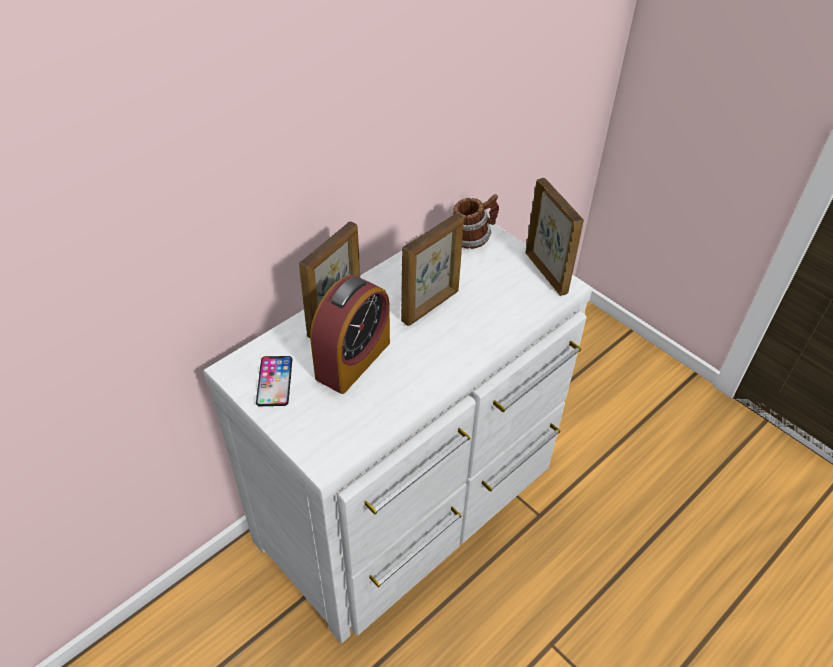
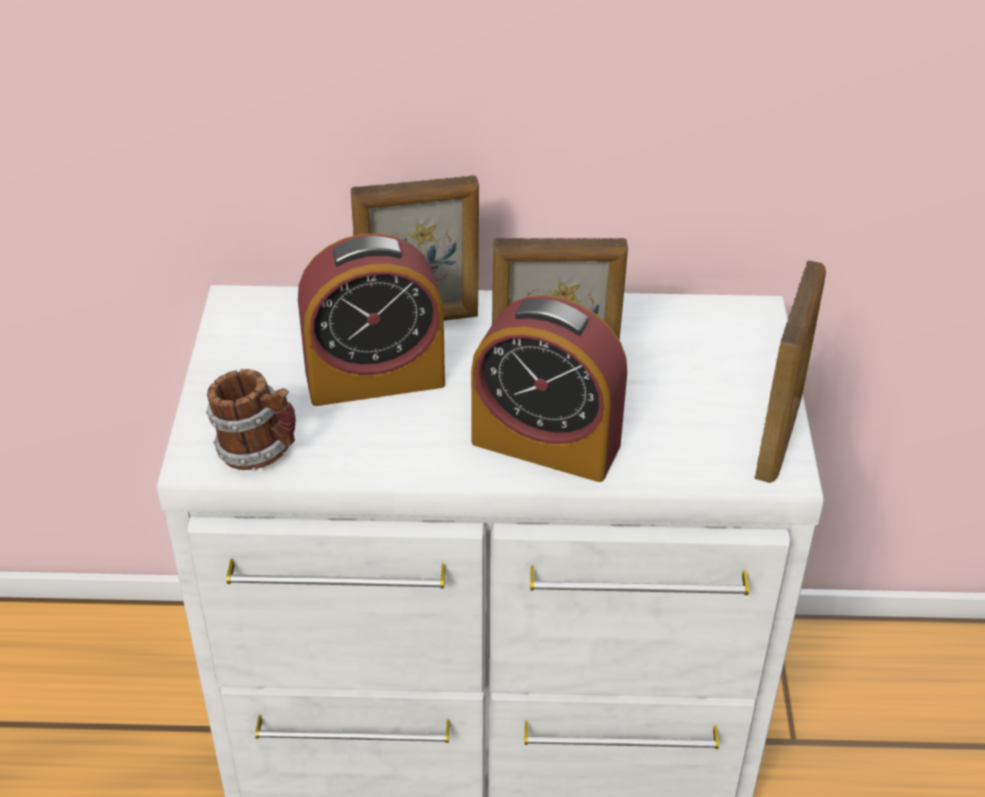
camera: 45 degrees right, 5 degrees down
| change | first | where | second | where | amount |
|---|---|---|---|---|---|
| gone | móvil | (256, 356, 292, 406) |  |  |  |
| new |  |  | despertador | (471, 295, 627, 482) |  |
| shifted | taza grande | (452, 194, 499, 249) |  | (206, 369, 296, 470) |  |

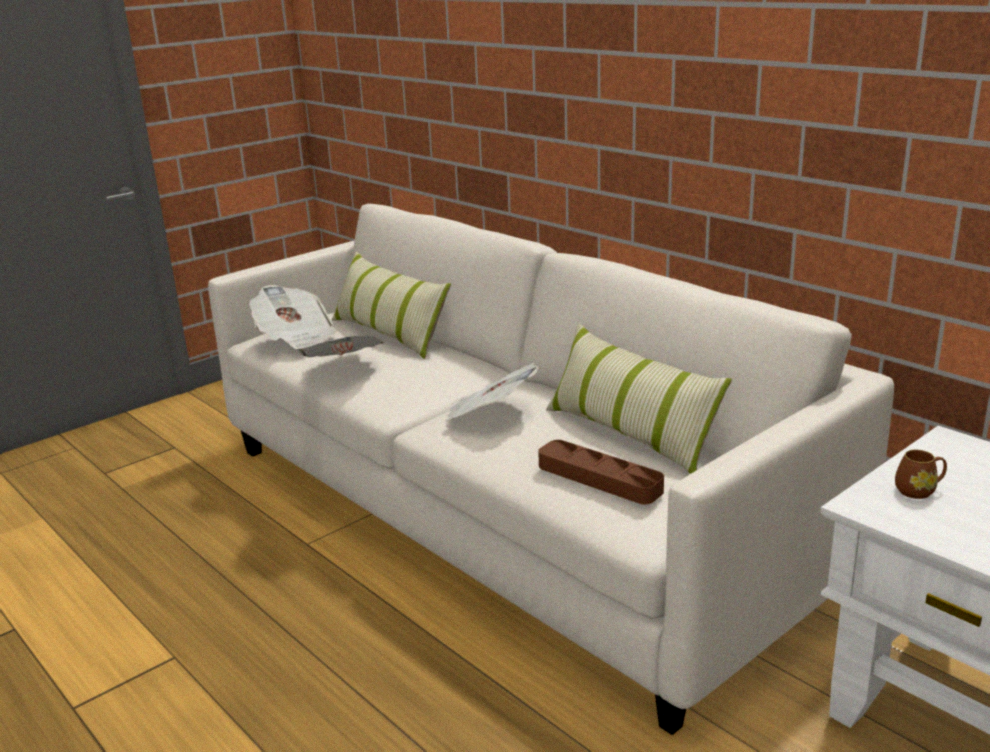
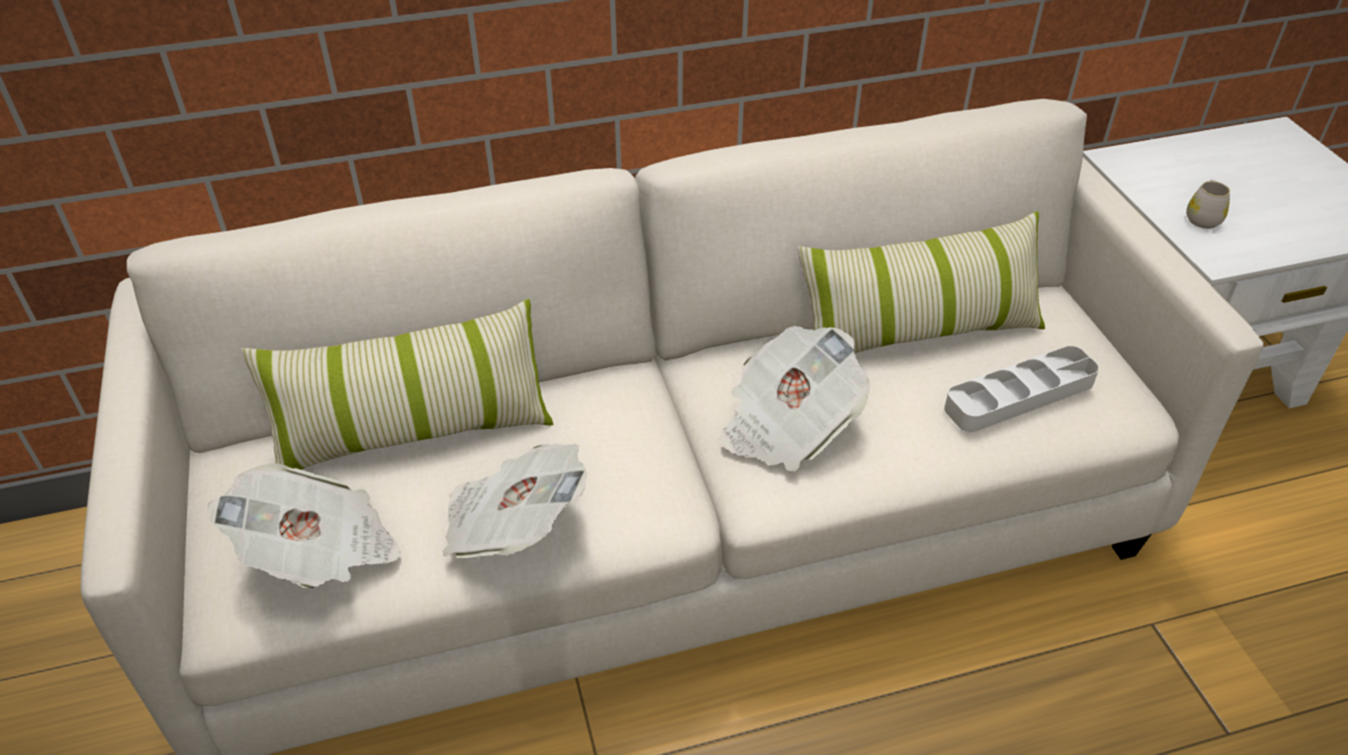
camera: 65 degrees left, 20 degrees up
| change | first | where | second | where | amount |
|---|---|---|---|---|---|
| repainted | bandeja [marrón] | (538, 440, 664, 504) | bandeja [gris] | (944, 346, 1099, 432) |  |
| repainted | taza grande [marrón] | (895, 450, 947, 499) | taza grande [blanco] | (1186, 180, 1230, 229) |  |

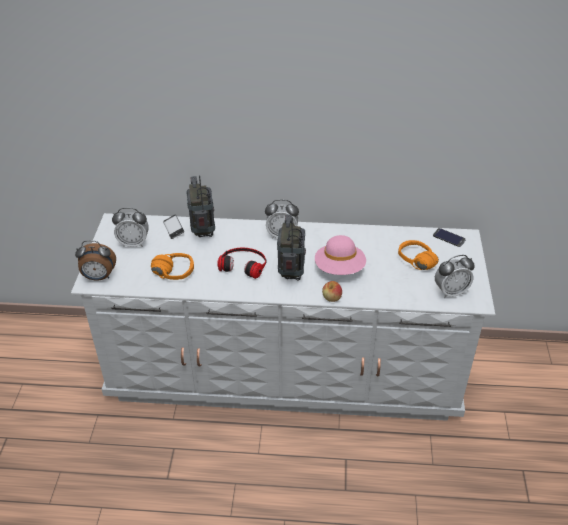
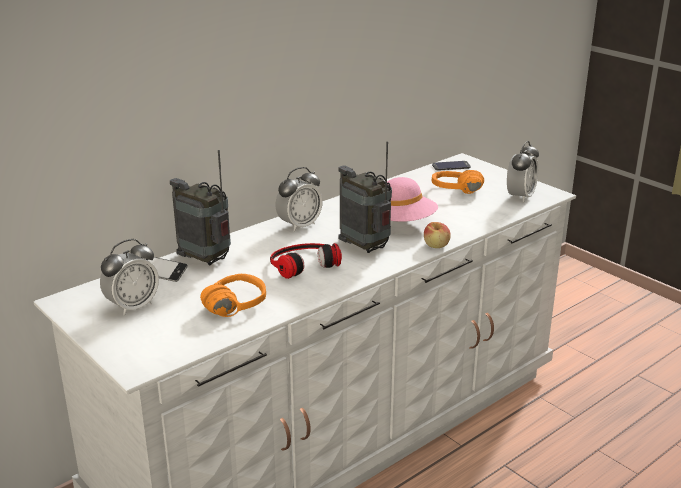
camera: 45 degrees left, 15 degrees down
| change | first | where | second | where | amount |
|---|---|---|---|---|---|
| gone | despertador | (75, 240, 116, 281) |  |  |  |

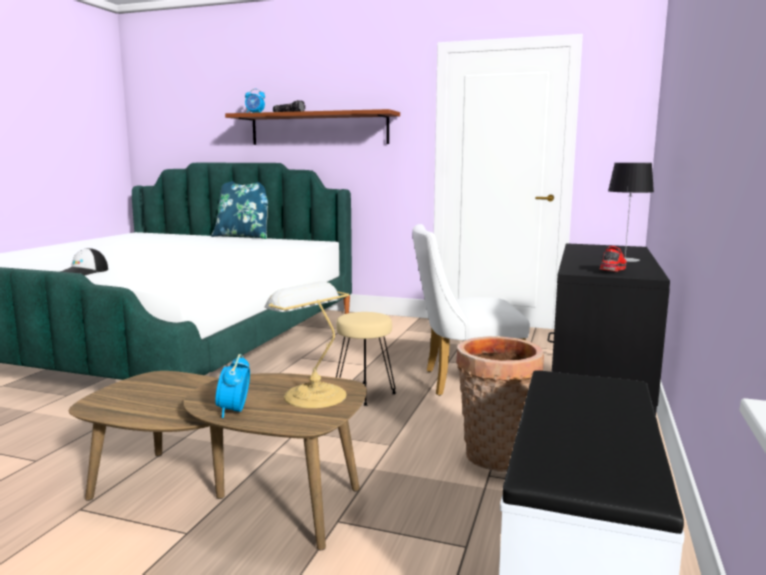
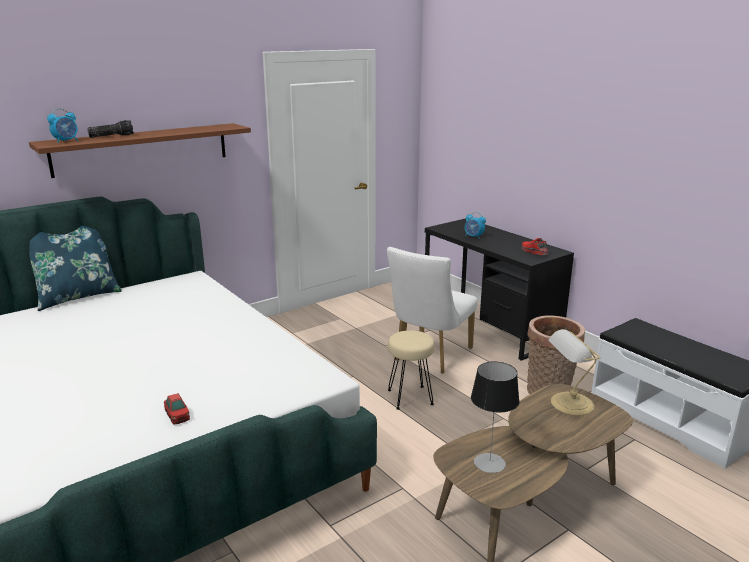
camera: 55 degrees left, 10 degrees up
| change | first | where | second | where | amount |
|---|---|---|---|---|---|
| shifted | despertador | (215, 354, 250, 418) |  | (465, 212, 486, 239) |  |
| shifted | lámpara de mesa | (608, 163, 654, 262) |  | (471, 362, 520, 473) |  |
| swapped | gorra | (60, 248, 108, 275) | coche de juguete | (164, 393, 190, 424) |  |

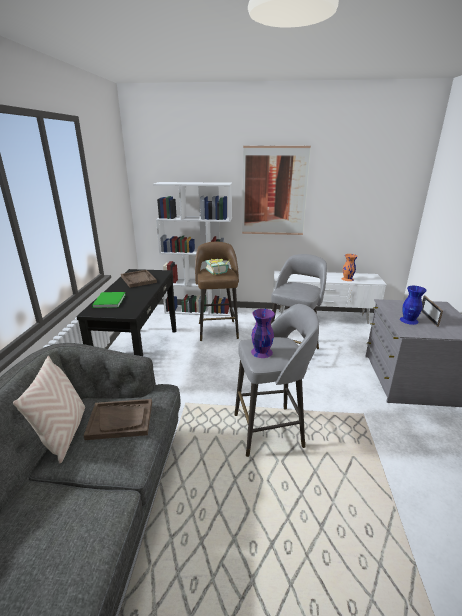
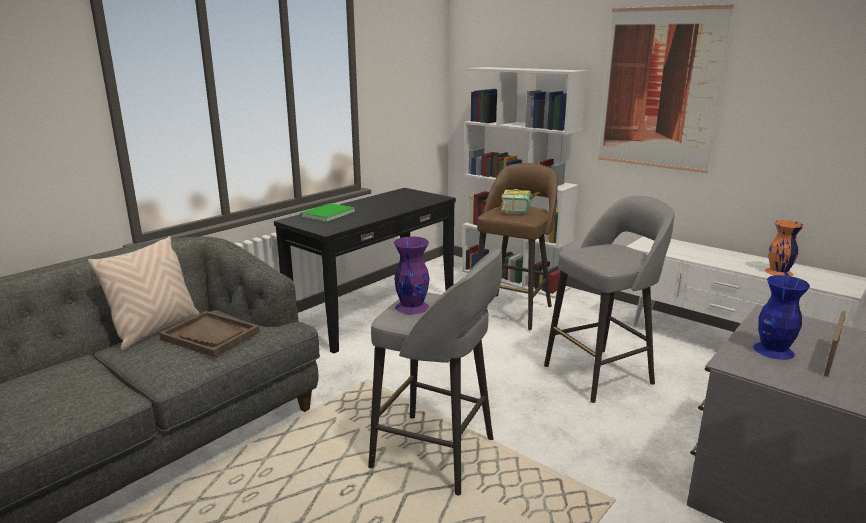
camera: 35 degrees right, 5 degrees down
| change | first | where | second | where | amount |
|---|---|---|---|---|---|
| gone | bandeja [marrón] | (121, 270, 157, 288) |  |  |  |

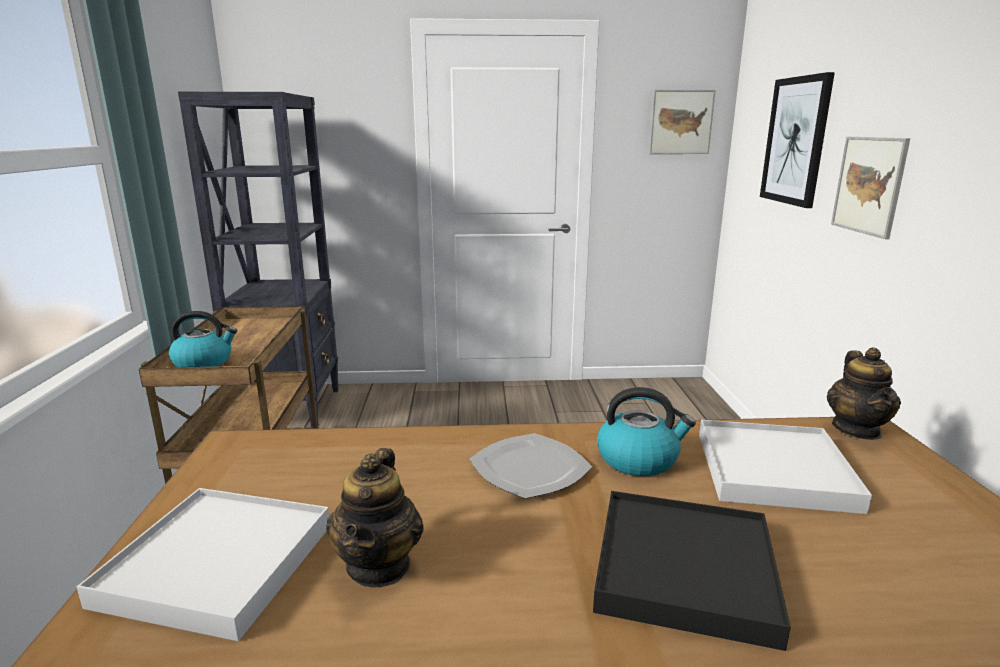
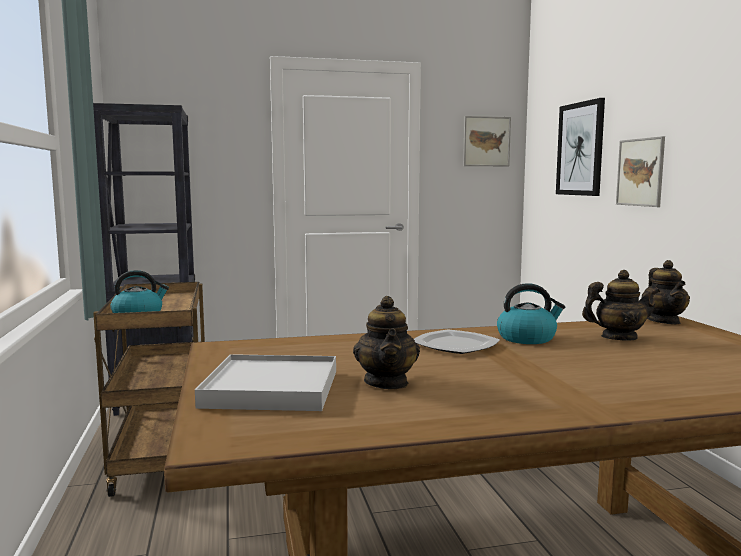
camera: 10 degrees left, 10 degrees down
| change | first | where | second | where | amount |
|---|---|---|---|---|---|
| gone | bandeja [negro] | (593, 491, 791, 651) |  |  |  |
| swapped | bandeja [blanco] | (699, 420, 872, 514) | tetera | (582, 270, 660, 341) |  |

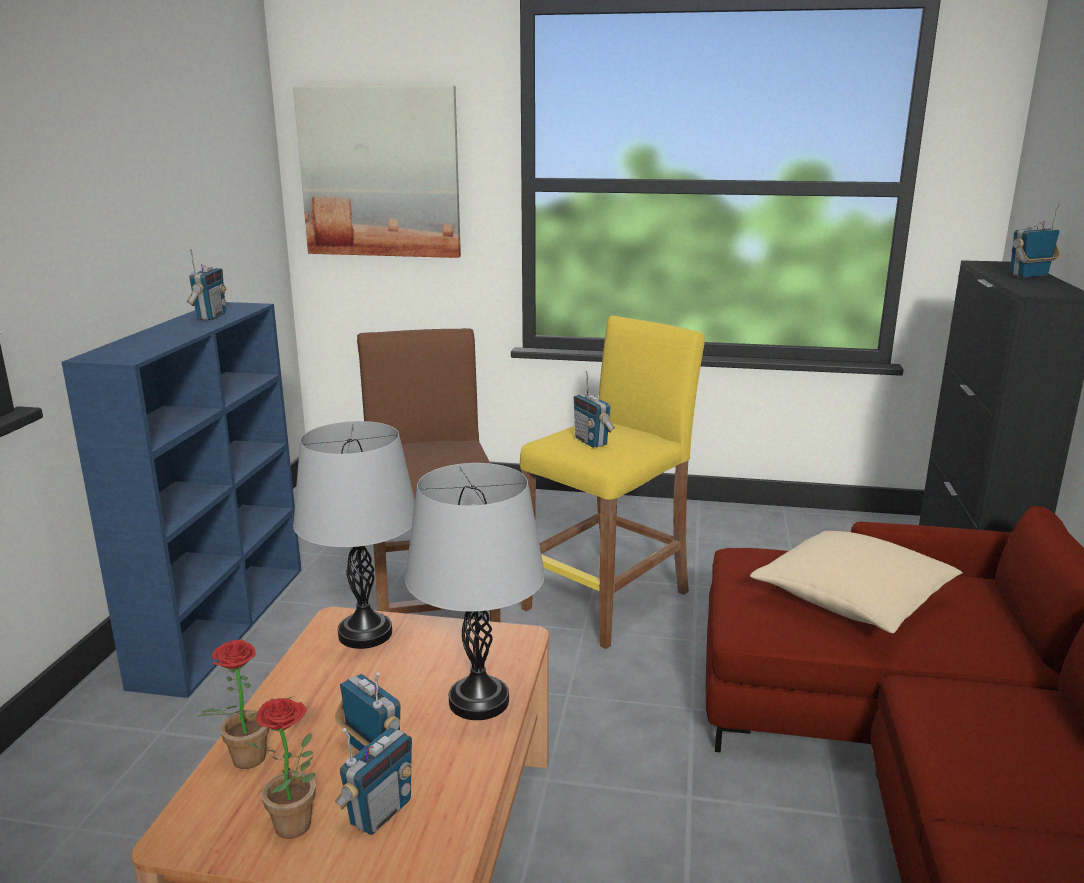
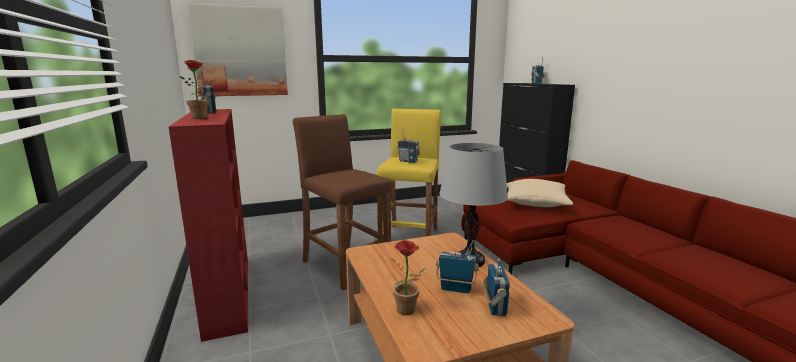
camera: 30 degrees left, 5 degrees down
| change | first | where | second | where | amount |
|---|---|---|---|---|---|
| gone | lámpara de mesa [gris] | (293, 421, 415, 649) |  |  |  |
| shifted | planta en maceta | (247, 698, 316, 839) |  | (180, 60, 213, 119) |  |
| repainted | estantería [azul] | (61, 302, 301, 698) | estantería [rojo] | (169, 109, 248, 342) |  |

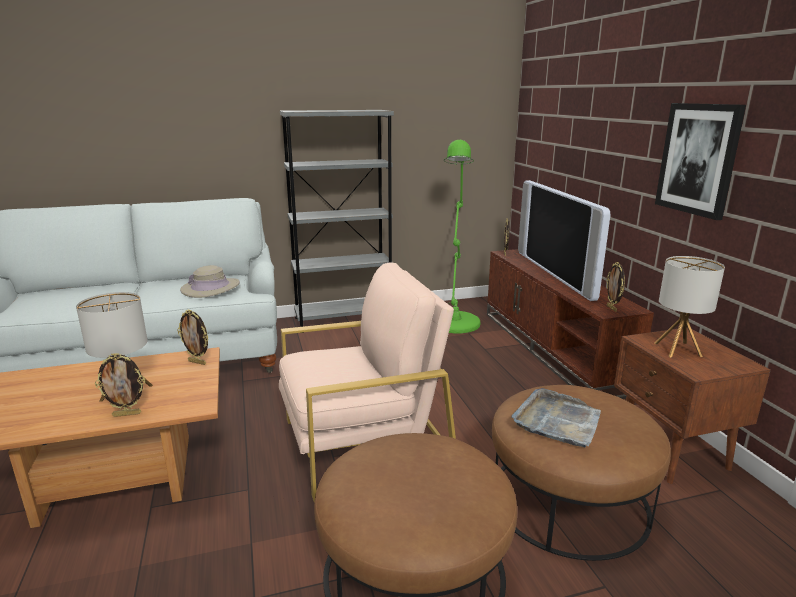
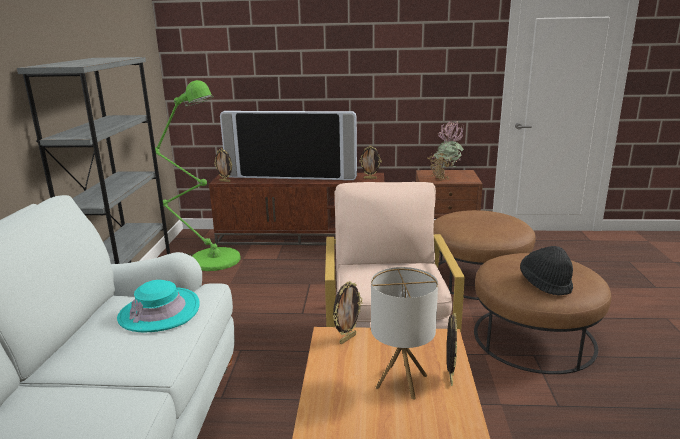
camera: 70 degrees left, 0 degrees up
| change | first | where | second | where | amount |
|---|---|---|---|---|---|
| gone | bandeja [gris] | (511, 388, 601, 448) |  |  |  |
| gone | cuadro | (655, 103, 746, 220) |  |  |  |
| new |  |  | sombrero [negro] | (520, 246, 573, 296) |  |
| swapped | lámpara de mesa | (654, 256, 725, 357) | planta en maceta | (427, 121, 464, 180) |  |
| repainted | sombrero [beis] | (180, 265, 240, 298) | sombrero [turquesa] | (117, 280, 200, 333) |  |

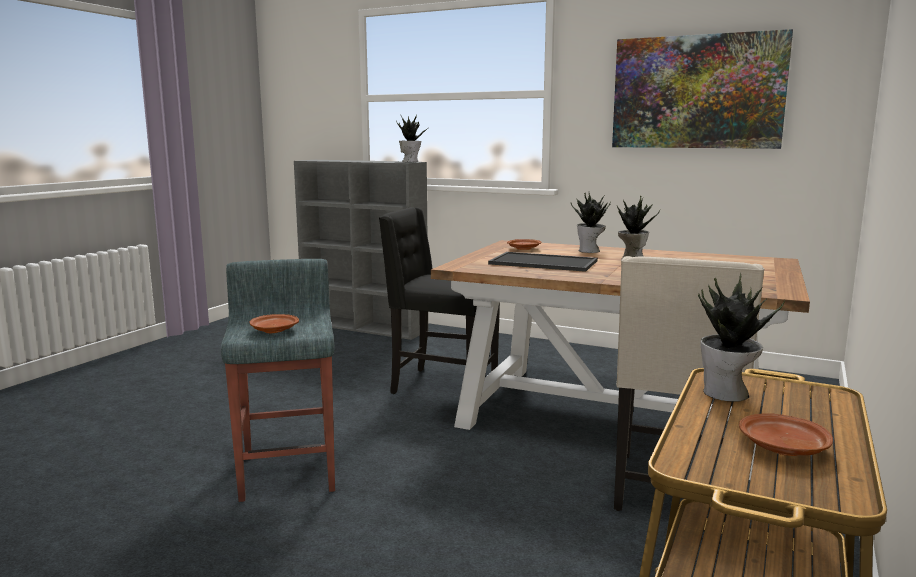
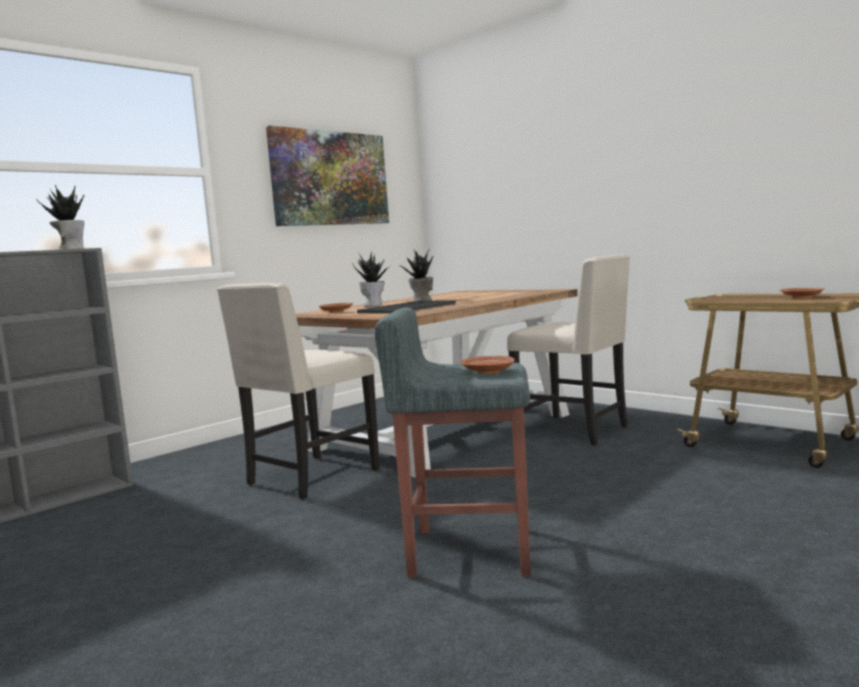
camera: 70 degrees left, 5 degrees down
| change | first | where | second | where | amount |
|---|---|---|---|---|---|
| gone | planta en maceta | (698, 273, 785, 402) |  |  |  |
| repainted | silla [negro] | (379, 207, 500, 394) | silla [beis] | (217, 283, 380, 500) |  |

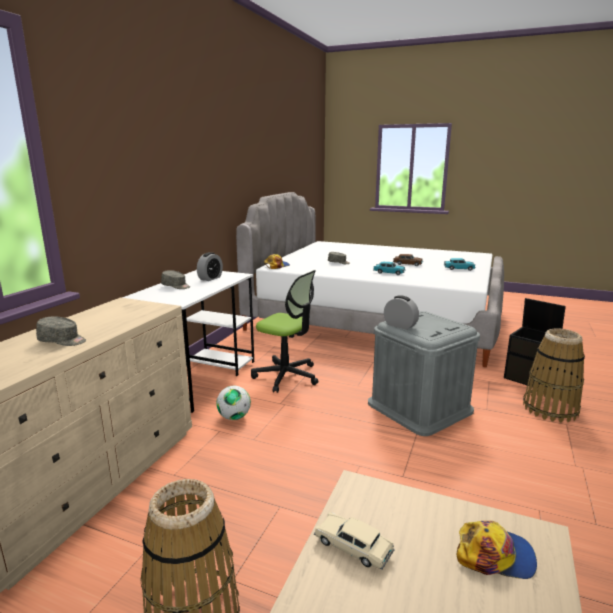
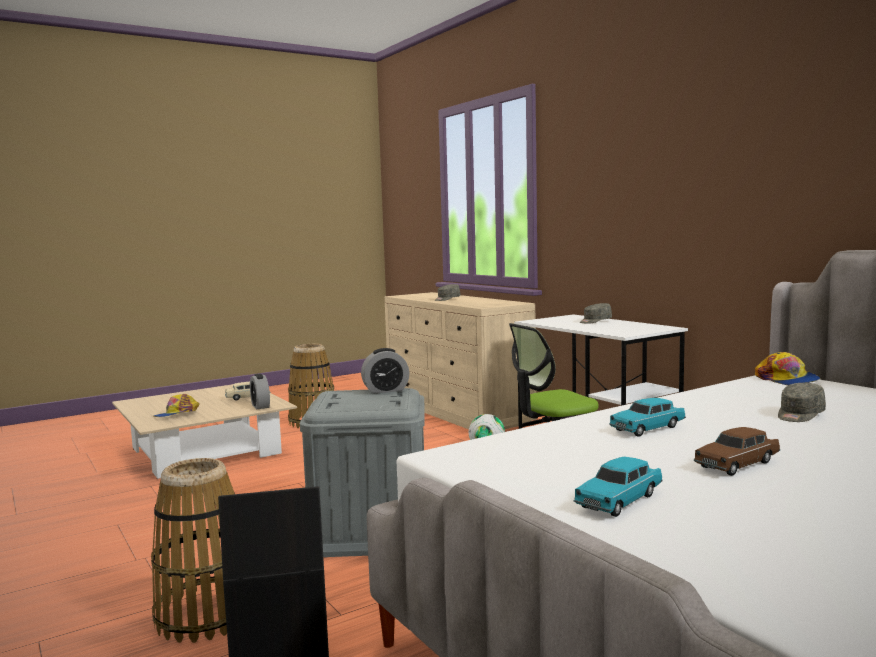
camera: 125 degrees right, 10 degrees down
| change | first | where | second | where | amount |
|---|---|---|---|---|---|
| shifted | despertador | (197, 252, 223, 281) |  | (250, 374, 270, 409) |  |

